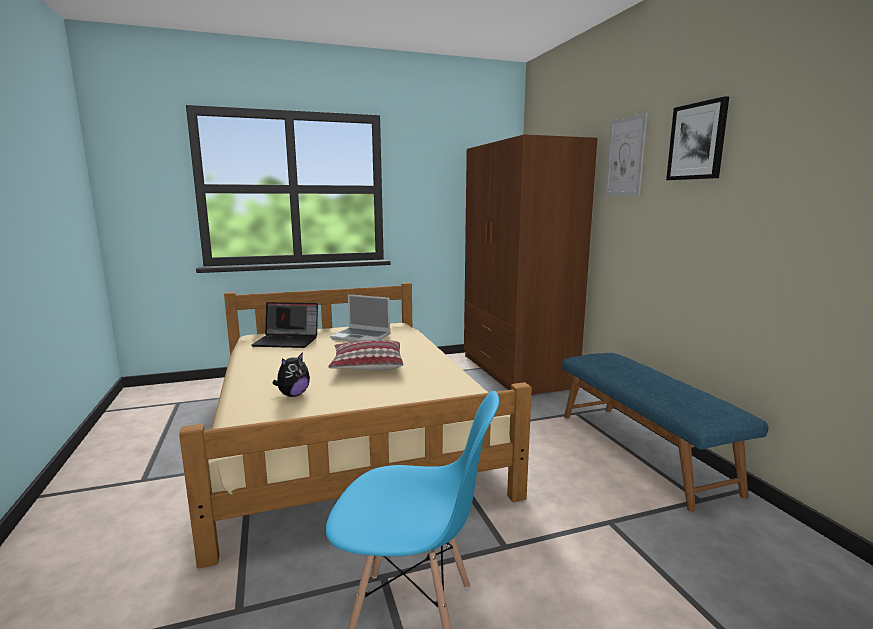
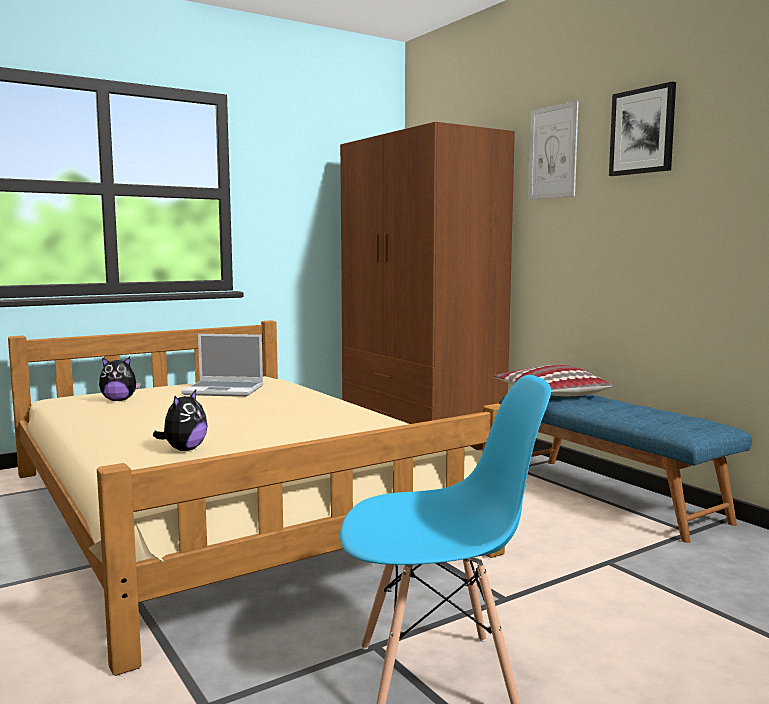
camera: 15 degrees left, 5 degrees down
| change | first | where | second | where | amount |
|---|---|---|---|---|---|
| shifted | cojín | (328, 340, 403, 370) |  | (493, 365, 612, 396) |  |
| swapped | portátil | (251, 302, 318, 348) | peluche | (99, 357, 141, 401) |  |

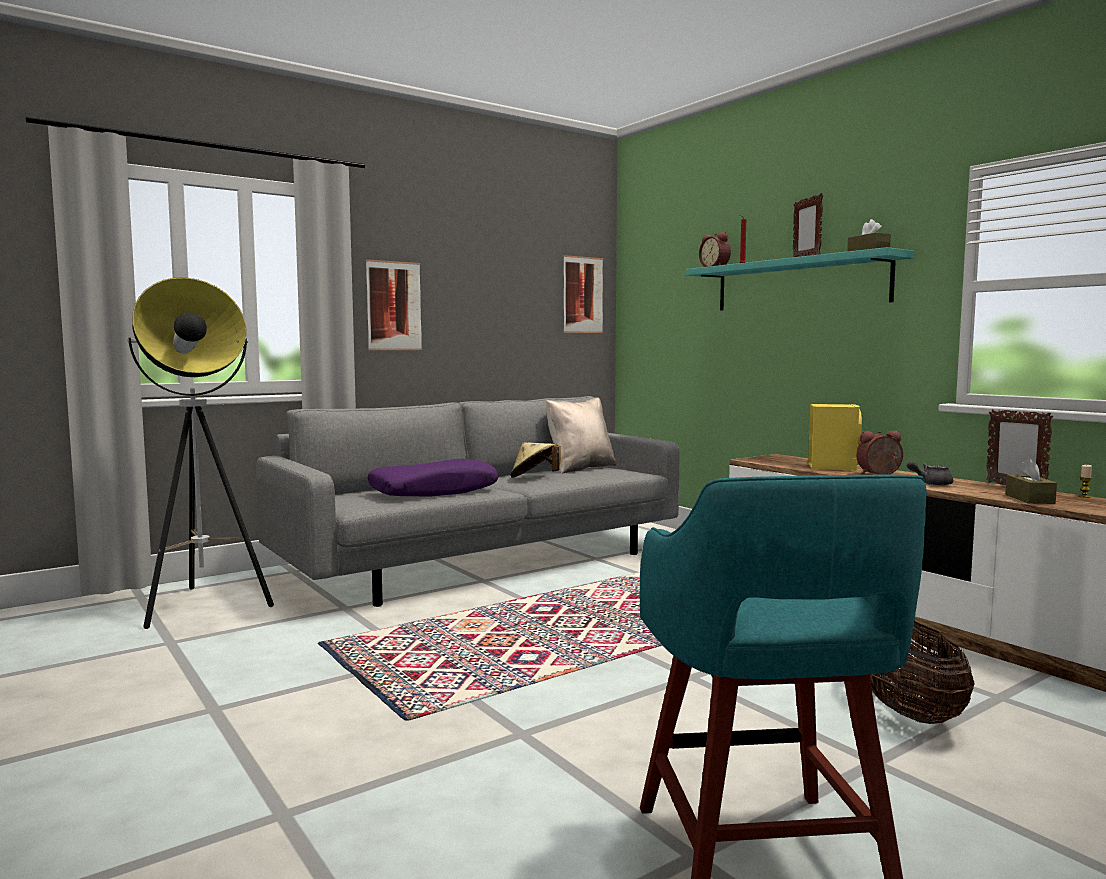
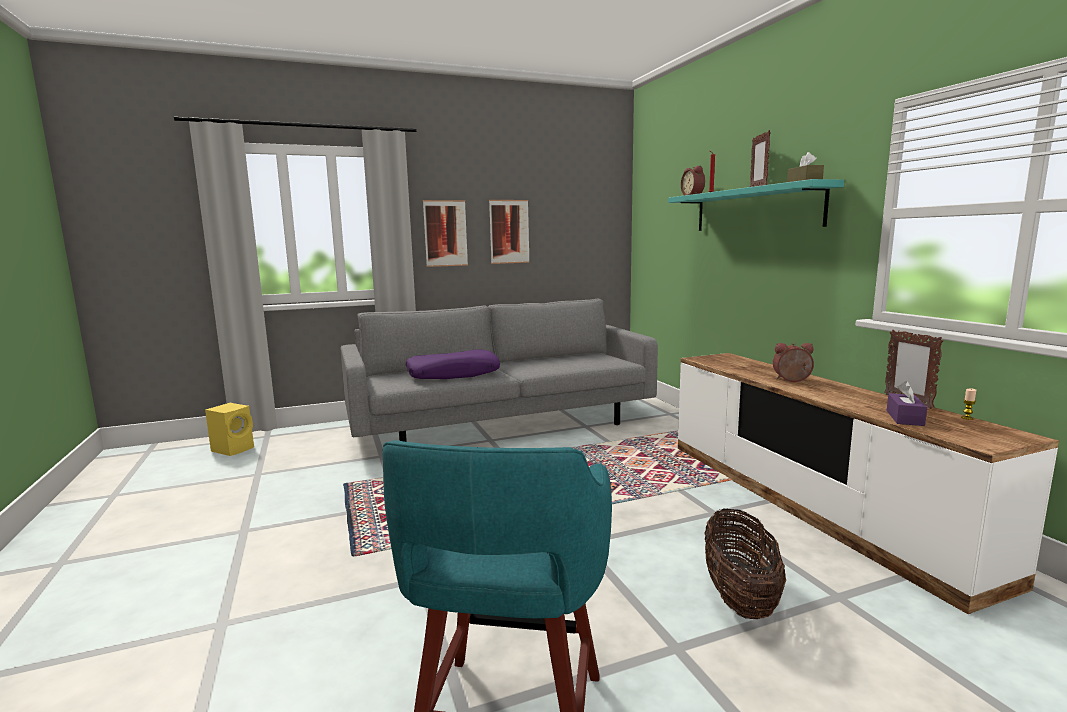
camera: 15 degrees right, 5 degrees up
| change | first | where | second | where | amount |
|---|---|---|---|---|---|
| gone | lámpara de pie | (128, 277, 274, 629) |  |  |  |
| gone | sombrero [beis] | (510, 443, 561, 478) |  |  |  |
| gone | cojín [beis] | (546, 397, 616, 474) |  |  |  |
| gone | tetera [gris] | (907, 461, 953, 486) |  |  |  |
| shifted | cuadro | (563, 255, 603, 333) |  | (489, 200, 530, 264) |  |
| shifted | altavoz [amarillo] | (808, 404, 862, 471) |  | (205, 403, 254, 456) |  |
| repainted | caja de pañuelos [marrón] | (1005, 458, 1057, 504) | caja de pañuelos [morado] | (886, 381, 927, 426) |  |

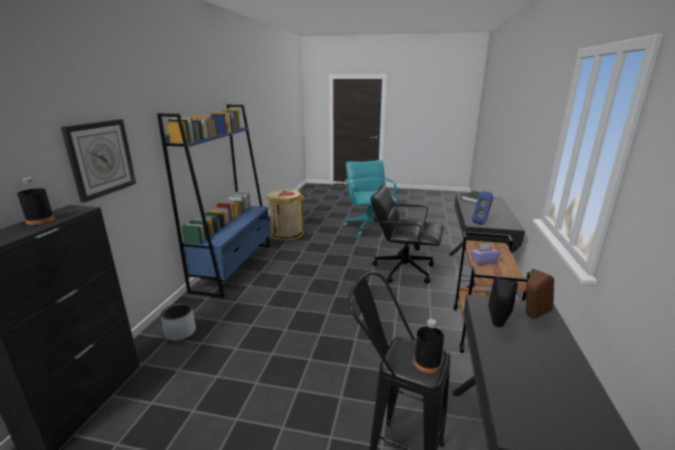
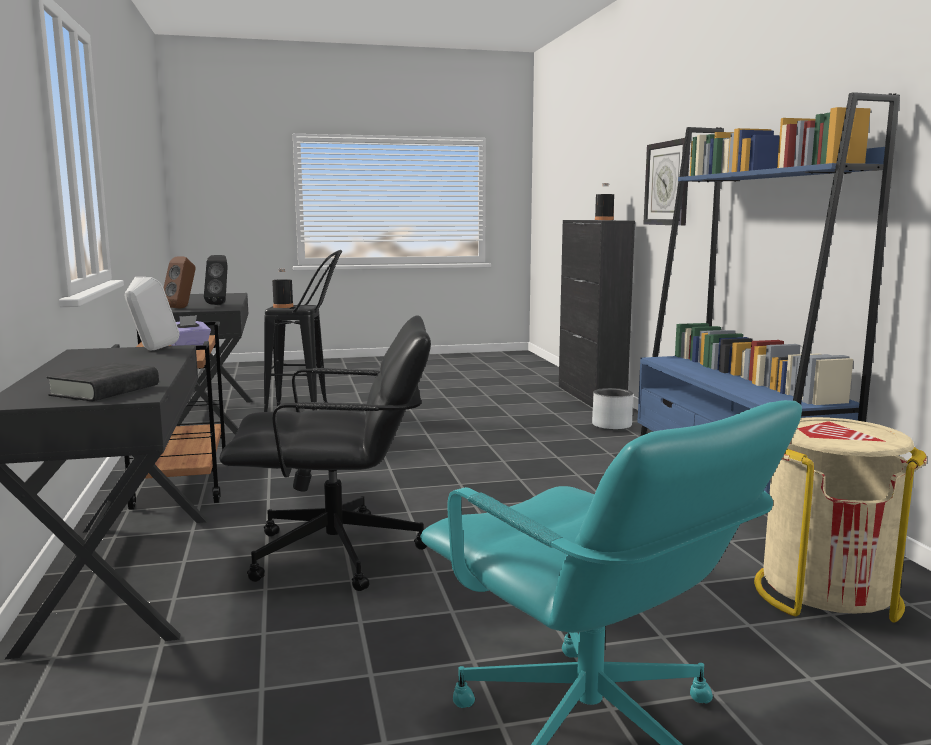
camera: 155 degrees right, 10 degrees down
| change | first | where | second | where | amount |
|---|---|---|---|---|---|
| repainted | altavoz [azul] | (472, 191, 493, 225) | altavoz [blanco] | (124, 277, 180, 351) |  |

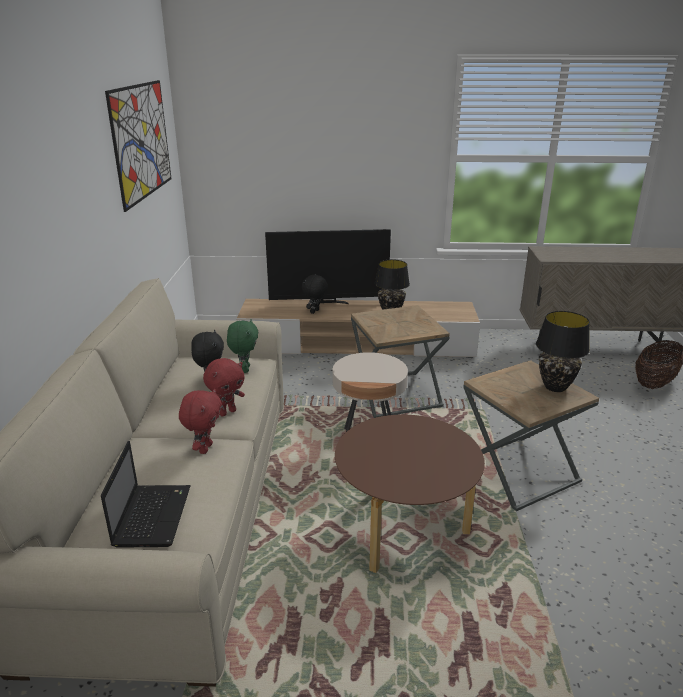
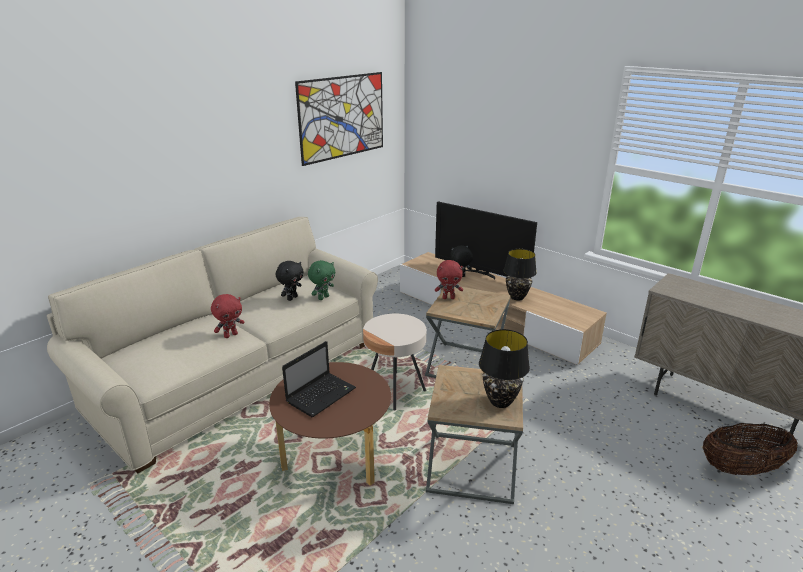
camera: 40 degrees right, 0 degrees up
| change | first | where | second | where | amount |
|---|---|---|---|---|---|
| shifted | portátil | (101, 441, 191, 548) |  | (282, 341, 356, 417) |  |
| shifted | peluche [rojo] | (203, 358, 245, 416) |  | (435, 260, 463, 299) |  |

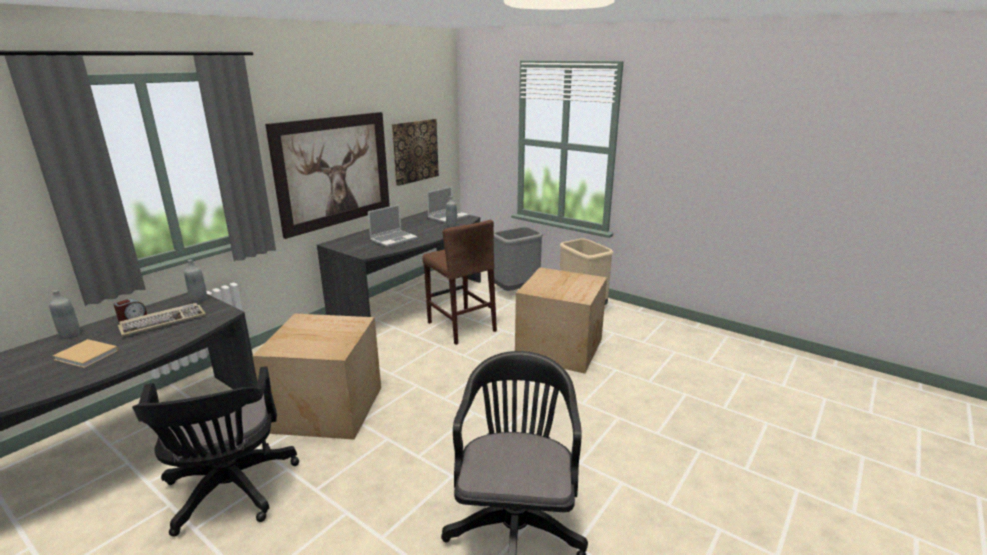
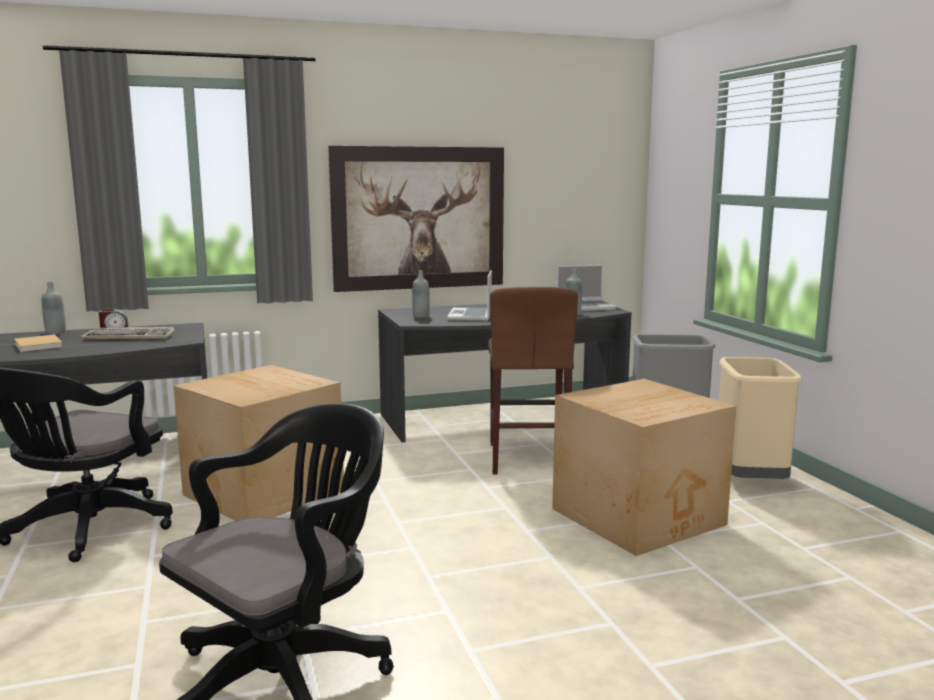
camera: 35 degrees right, 10 degrees down
| change | first | where | second | where | amount |
|---|---|---|---|---|---|
| gone | cuadro | (392, 119, 439, 186) |  |  |  |
| shifted | botella [gris] | (184, 259, 207, 303) |  | (412, 270, 430, 318) |  |
| rotated | portátil | (368, 204, 418, 247) |  | (447, 270, 492, 321) | 105 degrees clockwise |

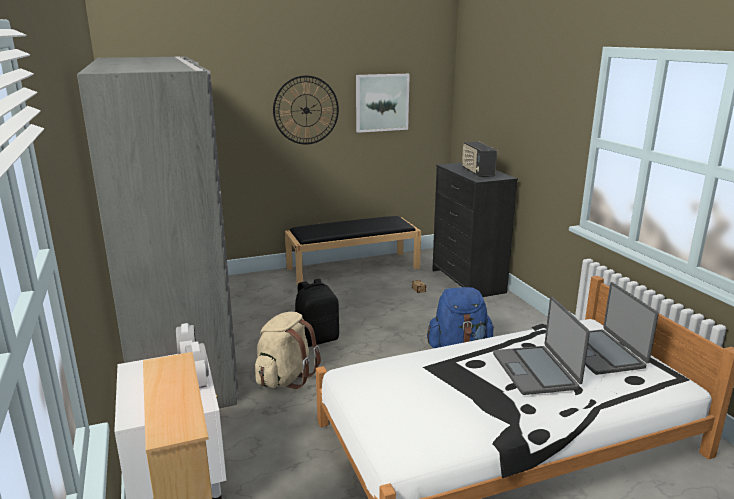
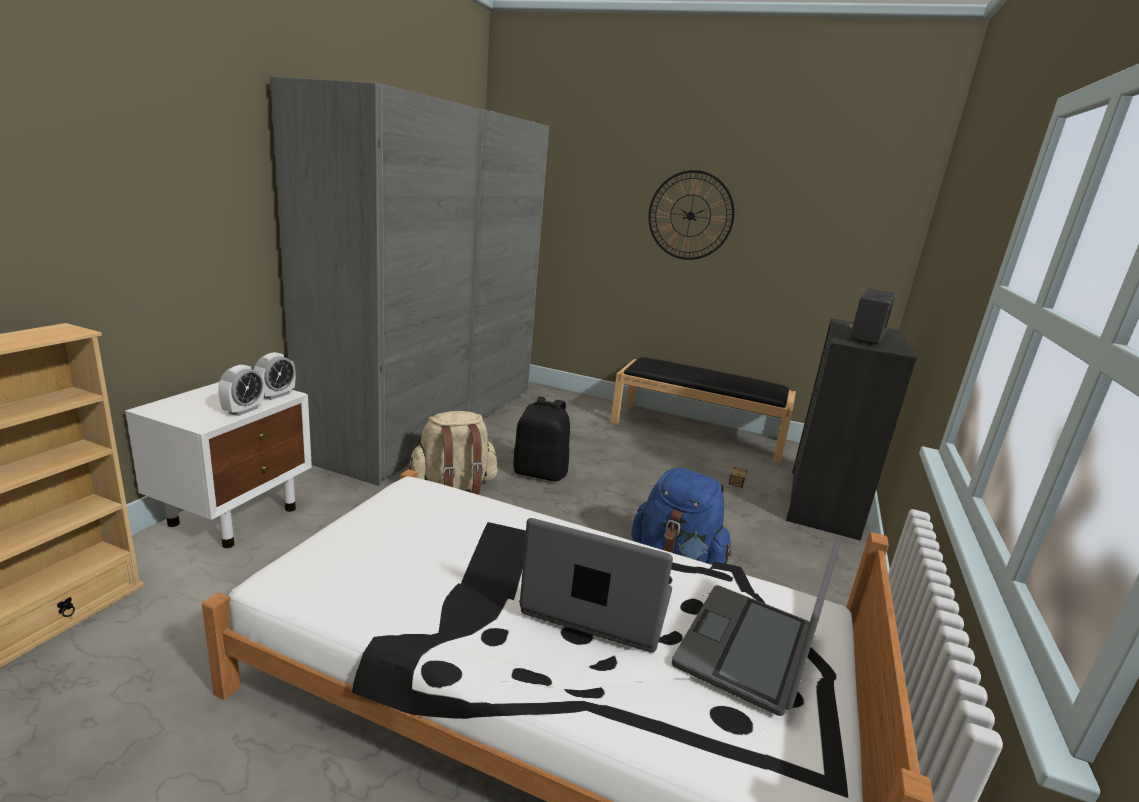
camera: 40 degrees right, 0 degrees up
| change | first | where | second | where | amount |
|---|---|---|---|---|---|
| gone | cuadro | (356, 74, 410, 133) |  |  |  |
| rotated | portátil | (493, 296, 590, 395) |  | (520, 518, 673, 653) | 75 degrees clockwise |

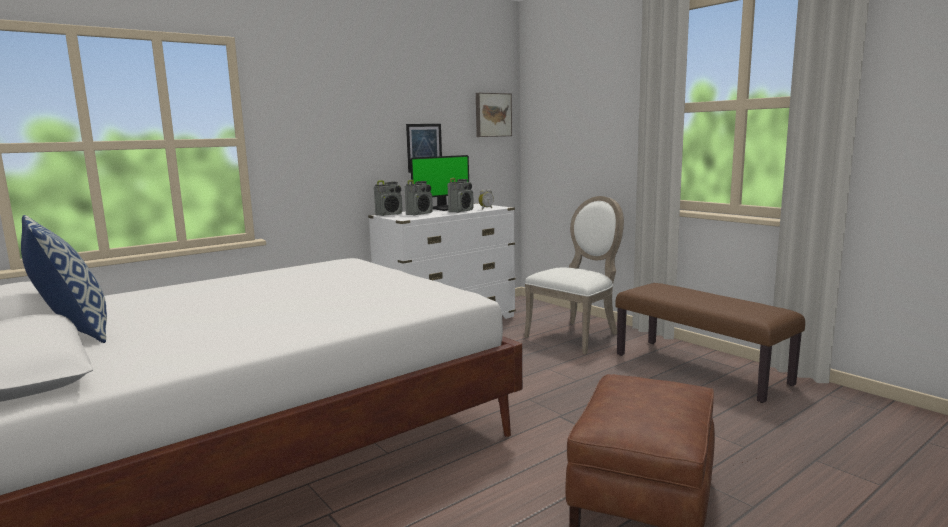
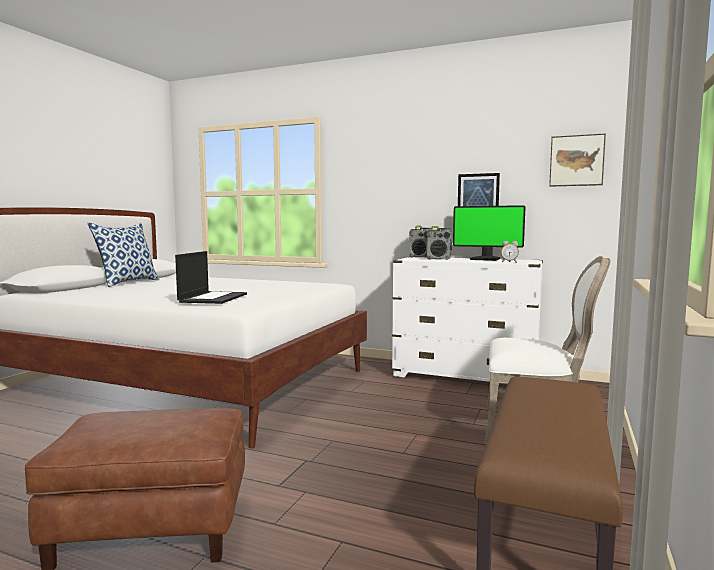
camera: 60 degrees right, 5 degrees down
| change | first | where | second | where | amount |
|---|---|---|---|---|---|
| gone | radio | (448, 178, 474, 213) |  |  |  |
| new |  |  | portátil | (175, 251, 247, 304) |  |

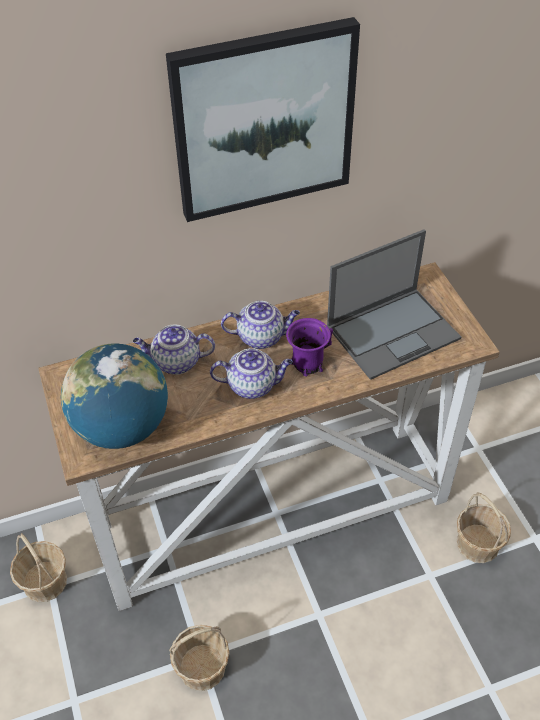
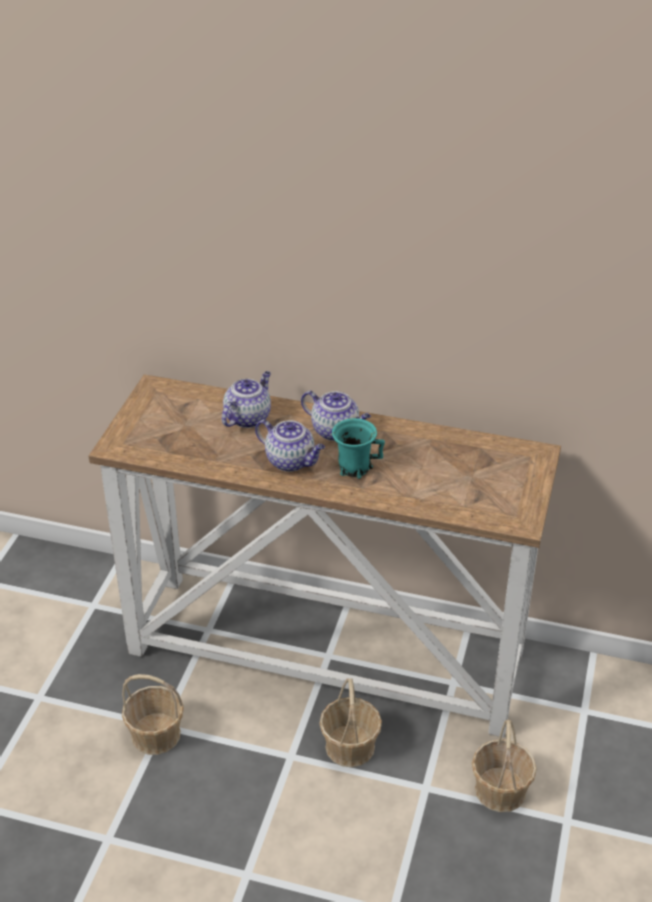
camera: 35 degrees right, 10 degrees down
| change | first | where | second | where | amount |
|---|---|---|---|---|---|
| gone | globo terráqueo | (61, 343, 168, 449) |  |  |  |
| gone | cuadro | (166, 17, 360, 222) |  |  |  |
| gone | portátil | (327, 229, 461, 380) |  |  |  |
| shifted | cesta | (10, 533, 67, 602) |  | (319, 678, 382, 767) |  |
| repainted | taza grande [morado] | (286, 318, 333, 376) | taza grande [turquesa] | (332, 418, 385, 479) |  |
| rotated | tetera | (133, 324, 215, 375) |  | (222, 371, 271, 428) | 90 degrees clockwise |

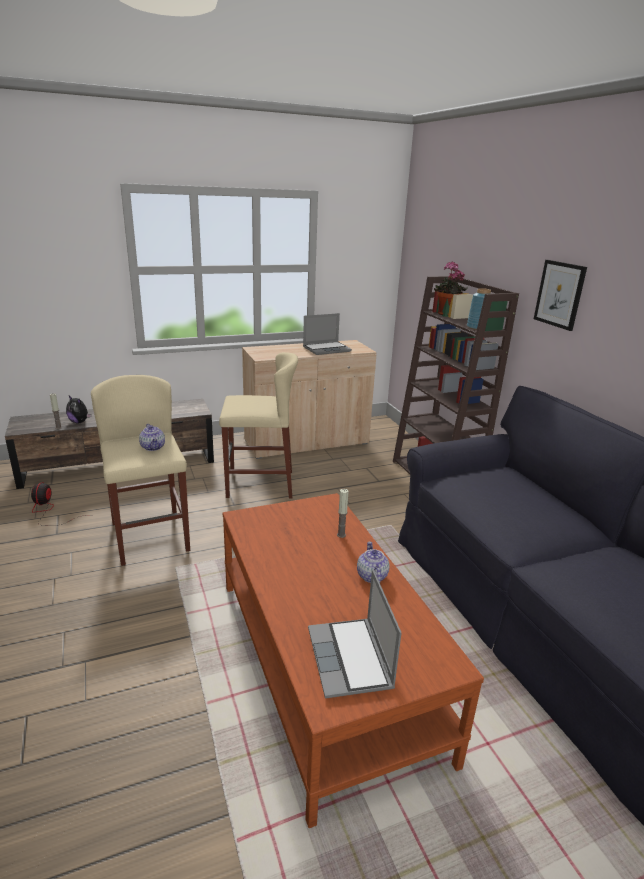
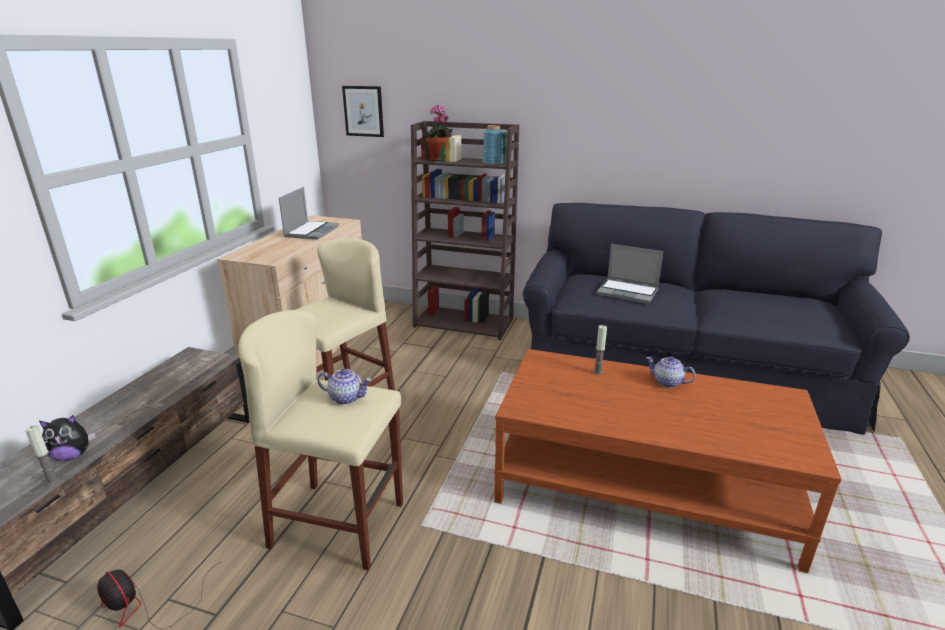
camera: 50 degrees left, 0 degrees up
| change | first | where | second | where | amount |
|---|---|---|---|---|---|
| shifted | portátil | (308, 569, 402, 699) |  | (597, 244, 664, 304) |  |
| shifted | cuadro | (534, 260, 587, 331) |  | (342, 86, 384, 137) |  |

